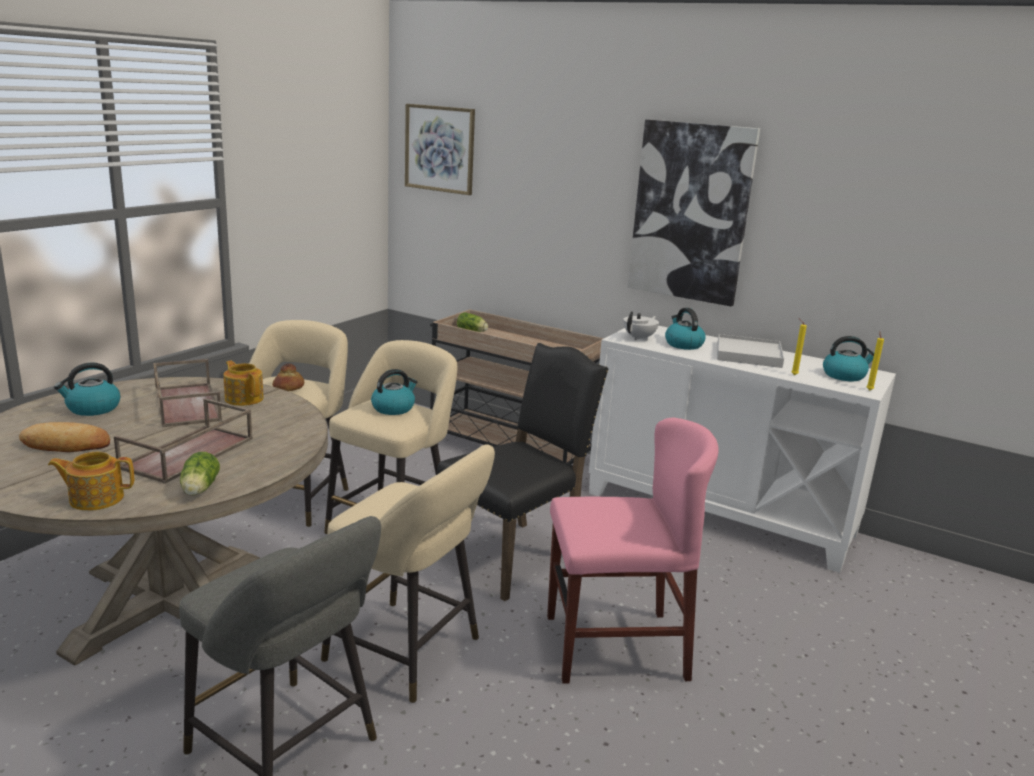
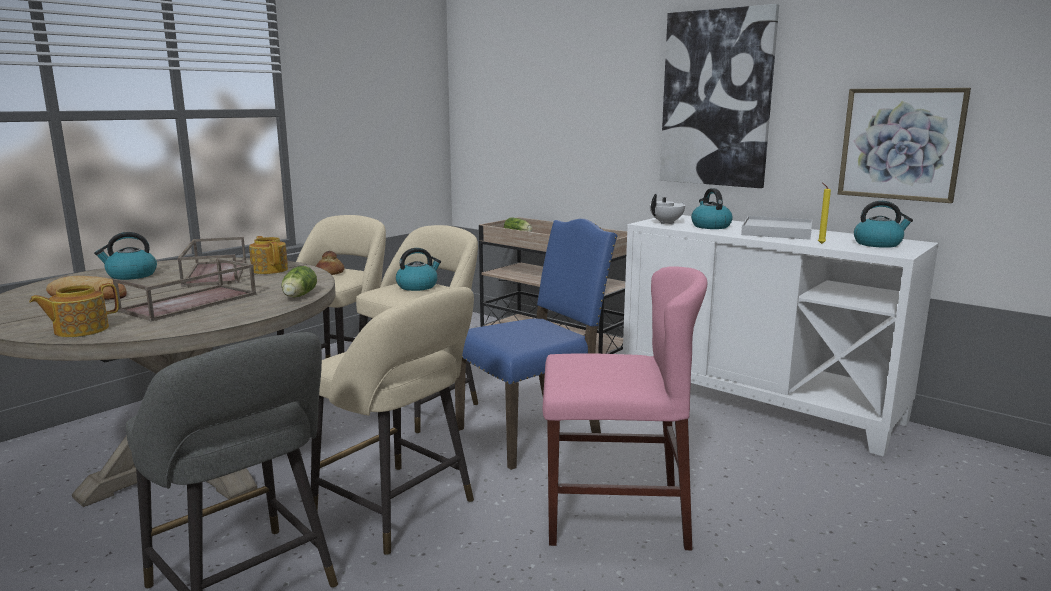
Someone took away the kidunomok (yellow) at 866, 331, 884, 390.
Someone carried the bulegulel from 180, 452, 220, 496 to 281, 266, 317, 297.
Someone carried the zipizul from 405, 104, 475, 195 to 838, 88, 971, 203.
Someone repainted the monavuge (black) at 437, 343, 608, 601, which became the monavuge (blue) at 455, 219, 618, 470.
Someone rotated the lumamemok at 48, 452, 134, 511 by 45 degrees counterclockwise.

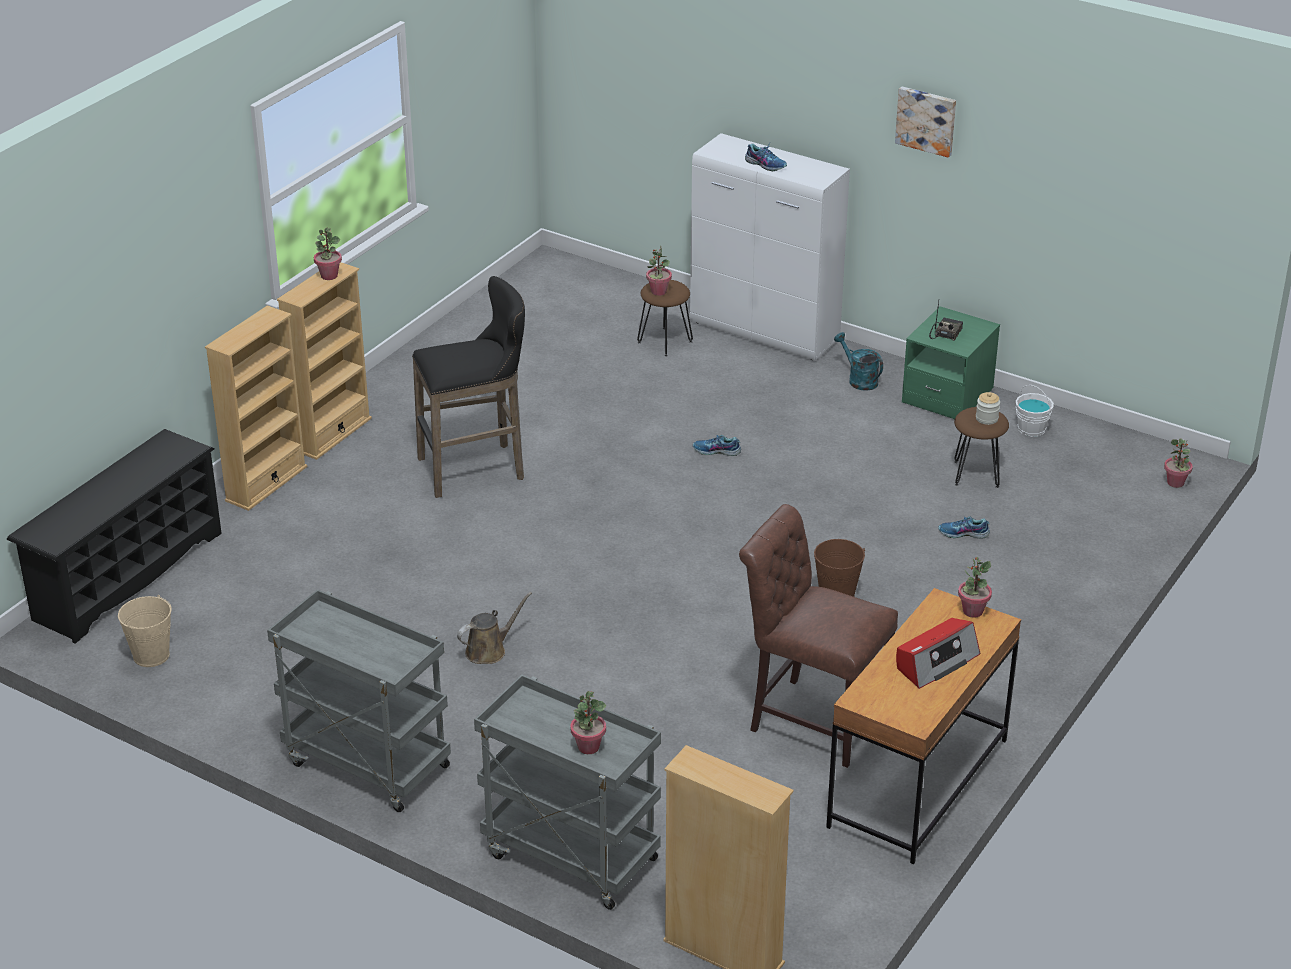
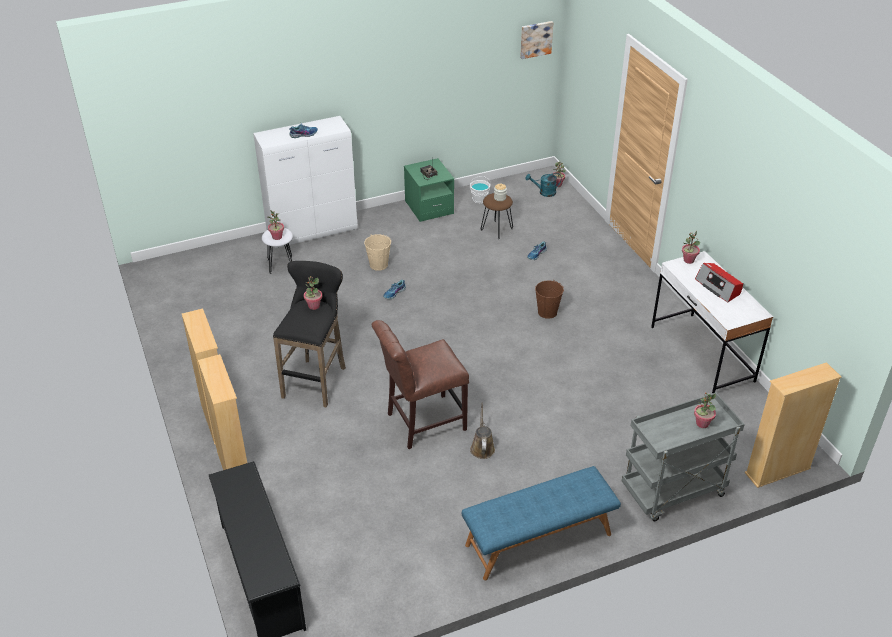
Someone carried the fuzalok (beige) from 118, 595, 172, 667 to 364, 234, 391, 271.
Someone carried the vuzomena from 314, 228, 342, 280 to 304, 276, 322, 310.
Someone carried the monavuge (brown) from 739, 504, 898, 768 to 372, 320, 469, 449.
Someone carried the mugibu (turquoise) from 834, 332, 883, 391 to 525, 173, 561, 197.
Someone carried the zipizul from 895, 87, 956, 158 to 520, 21, 554, 59.
Someone swapped the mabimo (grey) at 267, 589, 451, 812 for the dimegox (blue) at 462, 466, 621, 580.
Someone repainted the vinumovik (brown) at 637, 280, 693, 357, which became the vinumovik (white) at 262, 228, 293, 274.
Someone repainted the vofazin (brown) at 826, 588, 1021, 864, which became the vofazin (white) at 651, 251, 773, 393.
Someone rotated the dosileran at 896, 618, 980, 689 by 150 degrees clockwise.

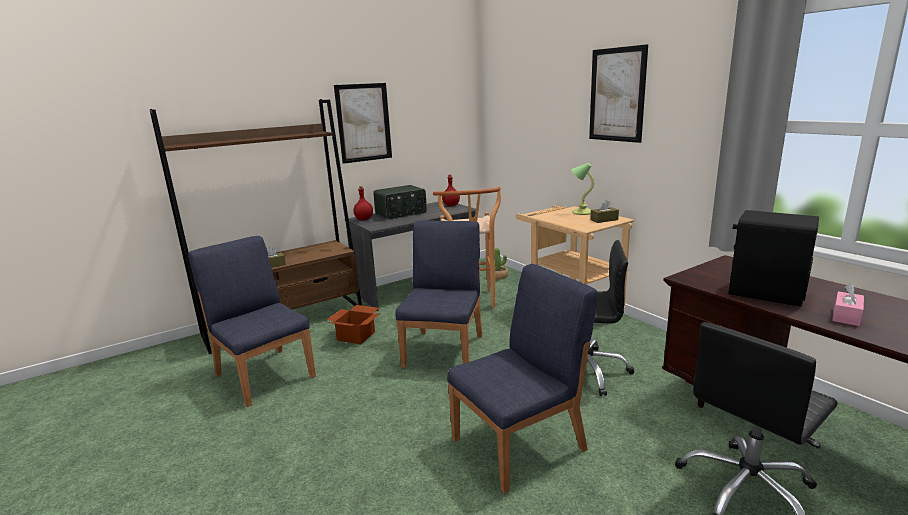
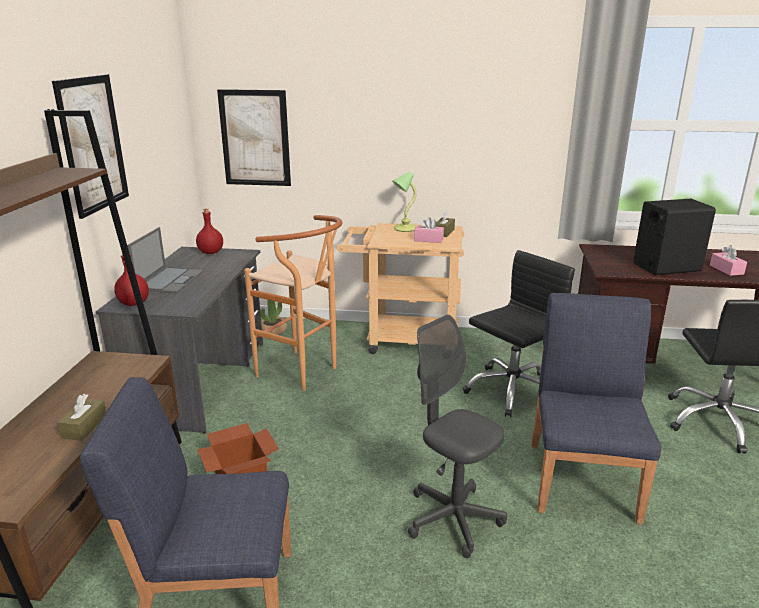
Someone took away the monavuge (blue) at 395, 220, 482, 368.
Someone put down the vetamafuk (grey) at 408, 315, 507, 558.
Someone put down the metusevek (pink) at 414, 217, 444, 243.
Someone carried the zipizul from 589, 44, 648, 143 to 217, 89, 291, 186.
Someone swapped the dosileran at 373, 185, 427, 220 for the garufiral at 127, 227, 204, 293.

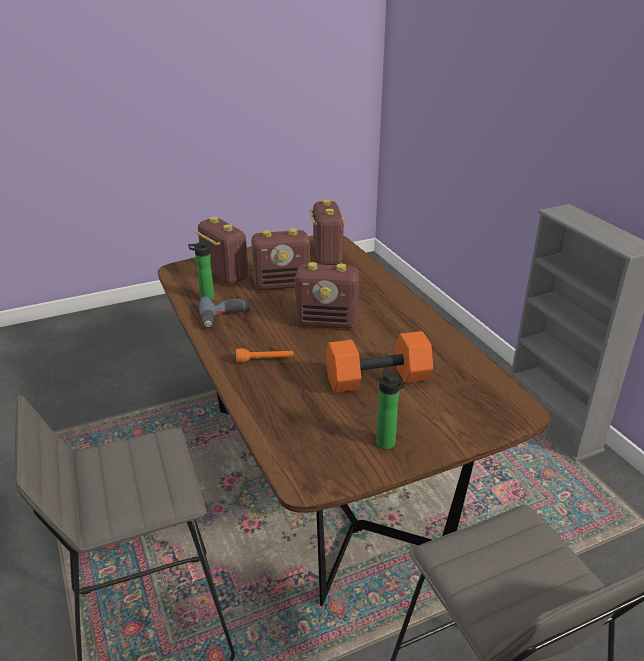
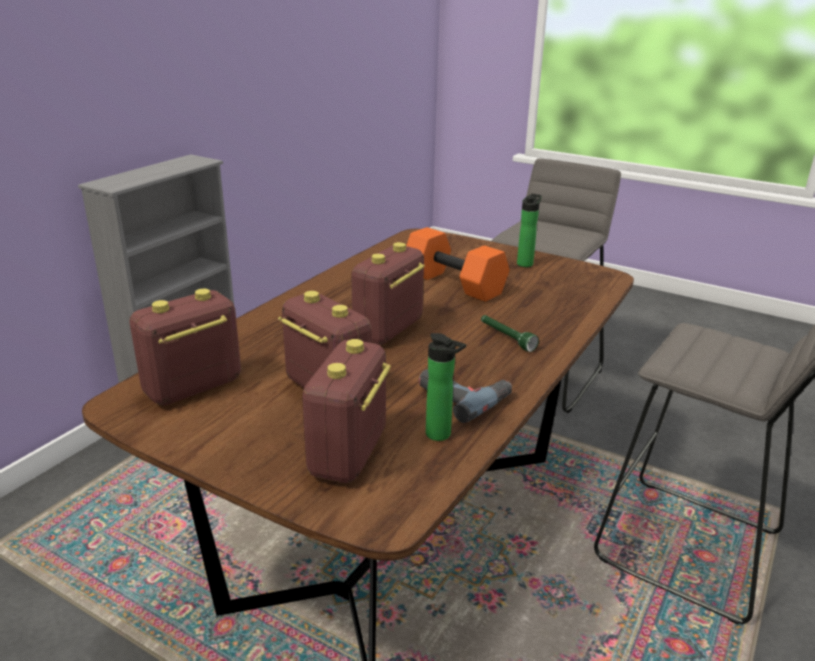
Someone repainted the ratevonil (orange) at 236, 348, 293, 363, which became the ratevonil (green) at 481, 315, 539, 352.
Someone rotated the dosileran at 295, 262, 359, 328 by 120 degrees counterclockwise.

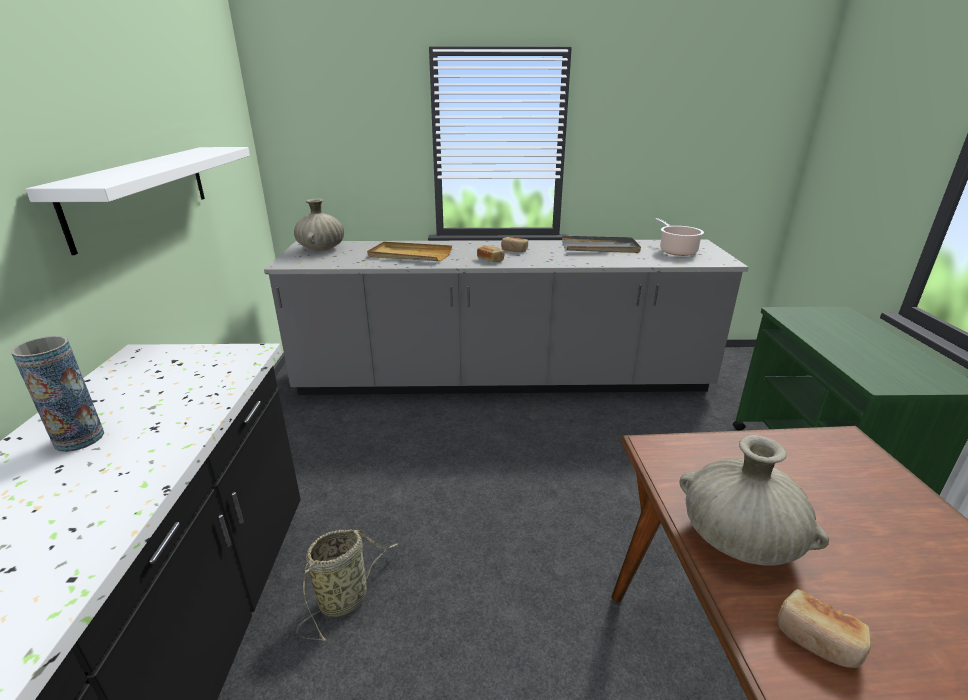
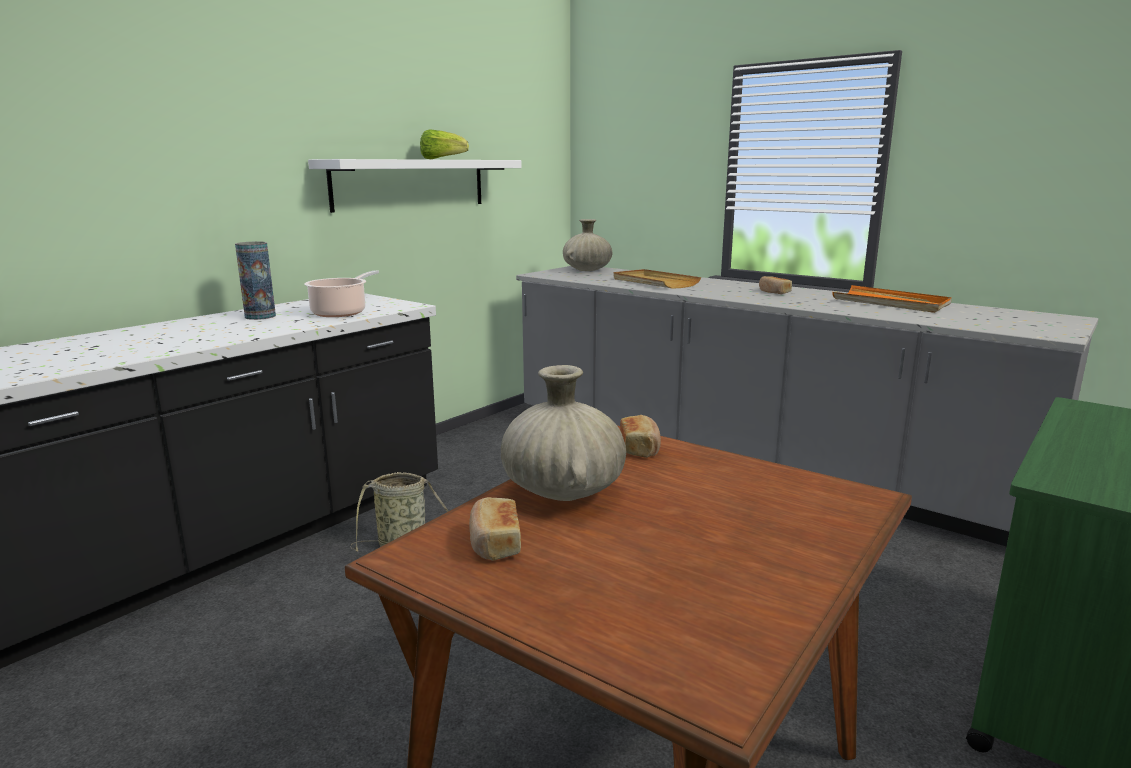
Someone put down the bulegulel at 420, 129, 469, 159.
Someone carried the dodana from 477, 245, 504, 262 to 620, 415, 661, 458.
Someone carried the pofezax from 655, 218, 704, 256 to 304, 270, 379, 317.
Someone repainted the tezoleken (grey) at 562, 236, 641, 253, which became the tezoleken (orange) at 832, 285, 952, 313.

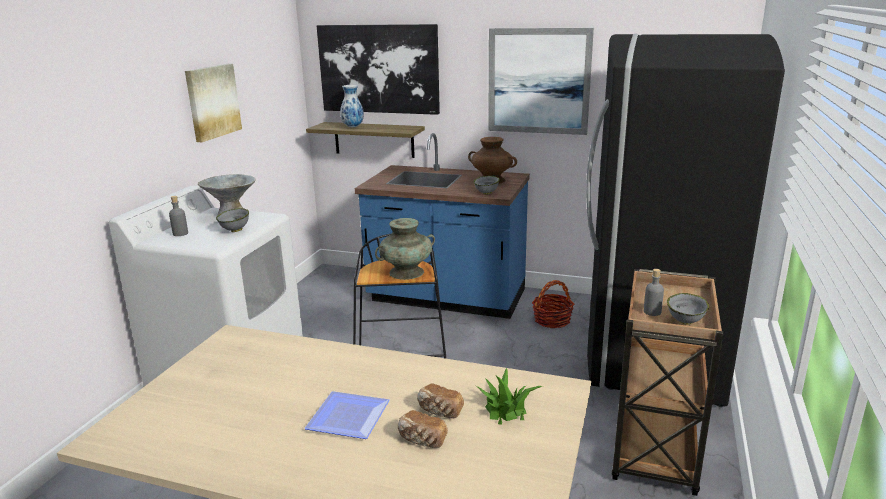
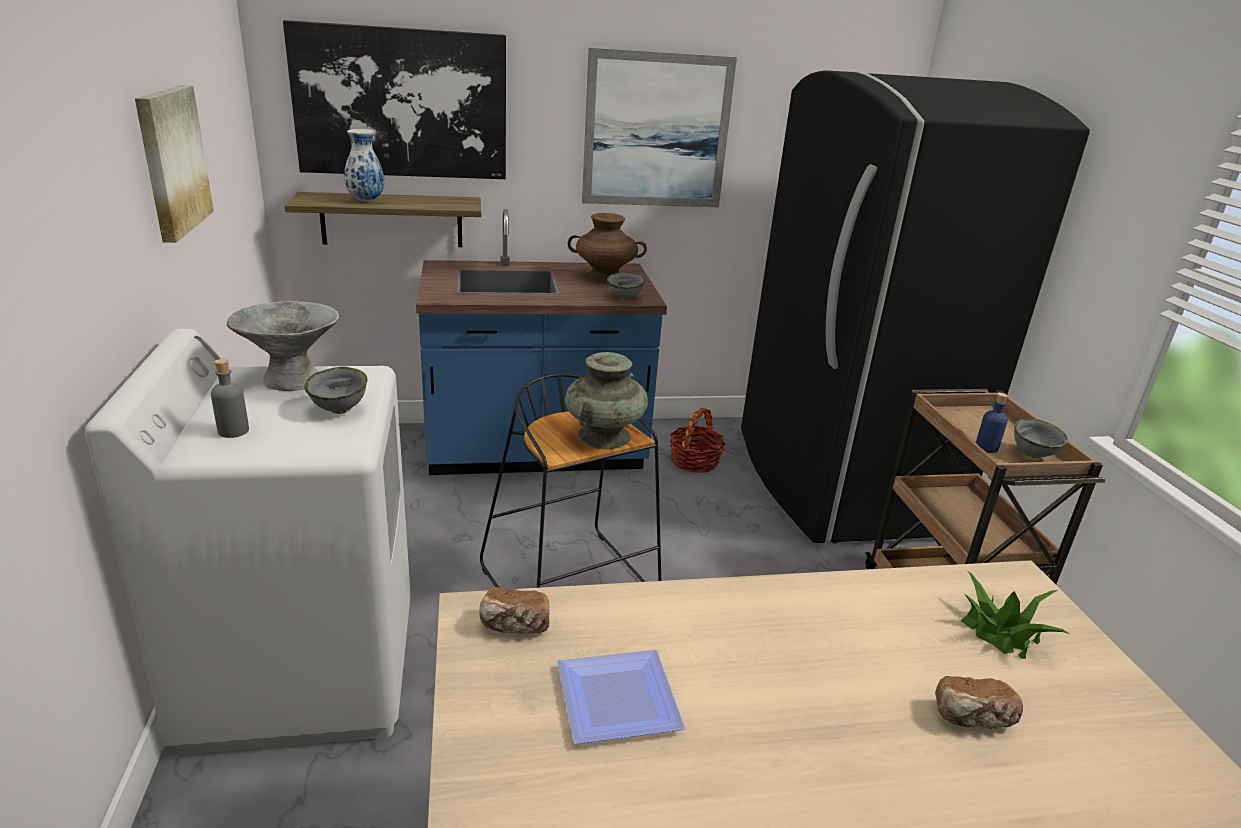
Someone carried the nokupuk from 304, 391, 390, 439 to 557, 649, 685, 744.
Someone carried the dodana from 417, 384, 464, 418 to 480, 587, 550, 635.
Someone repainted the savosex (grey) at 644, 269, 664, 316, which became the savosex (blue) at 976, 393, 1008, 453.

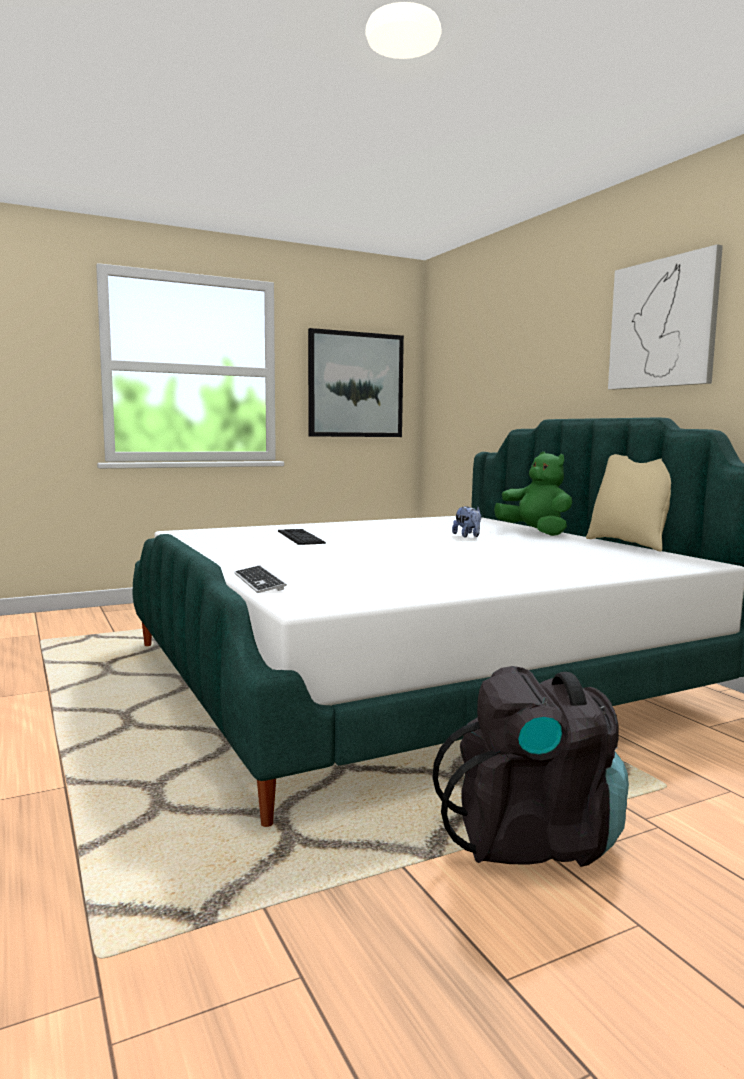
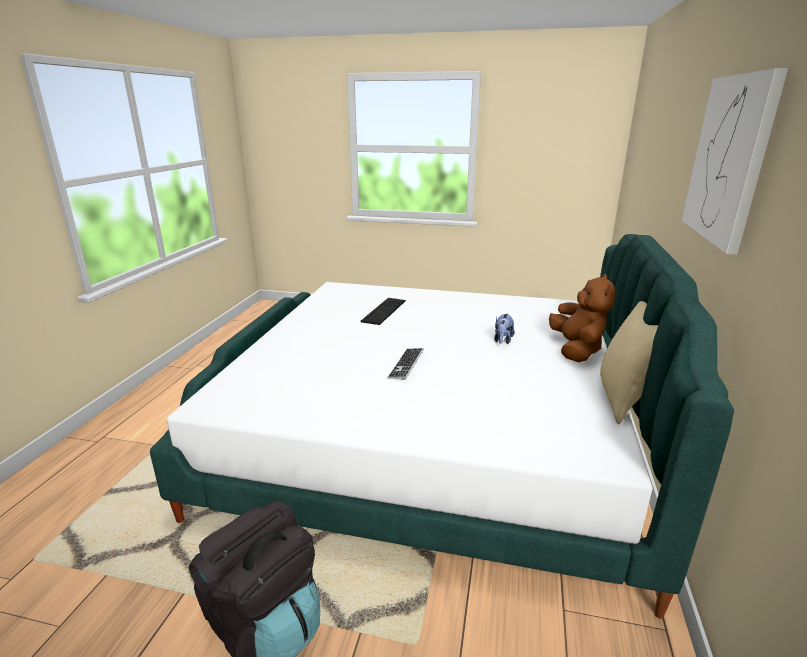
Someone took away the zipizul at 308, 328, 404, 437.
Someone carried the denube from 234, 566, 287, 593 to 387, 348, 424, 380.
Someone repainted the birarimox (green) at 494, 452, 572, 536, which became the birarimox (brown) at 549, 274, 615, 362.

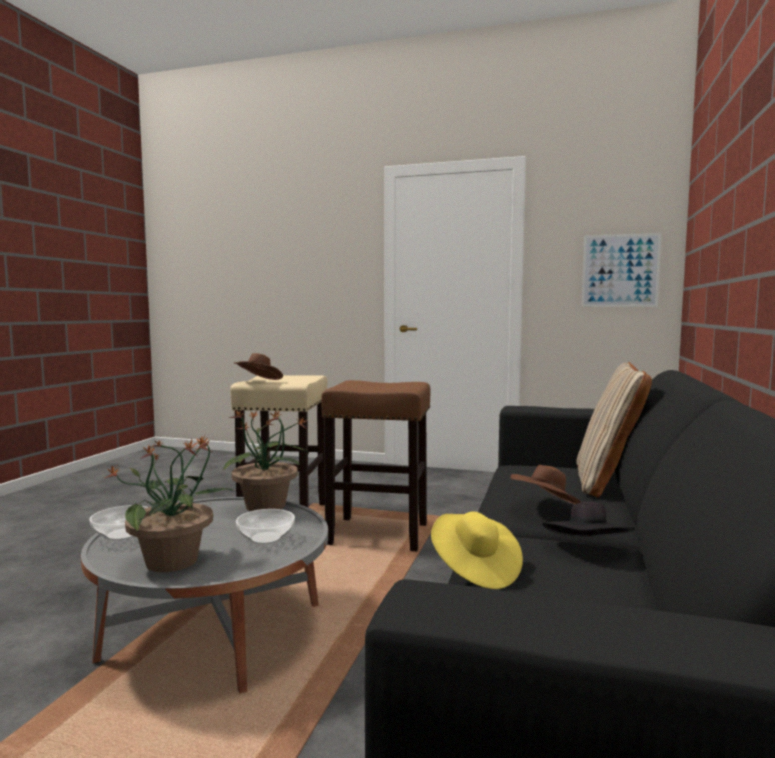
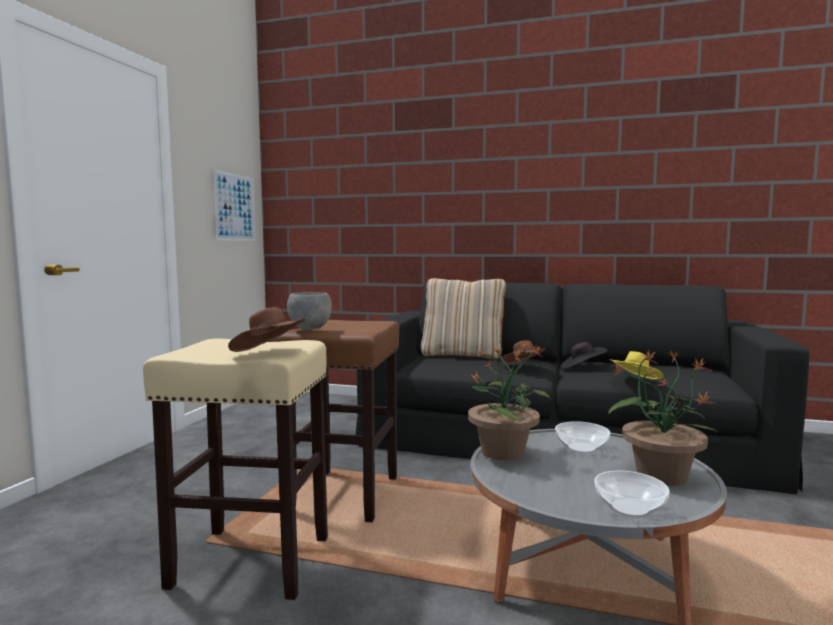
Someone put down the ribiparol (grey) at 287, 292, 332, 330.

